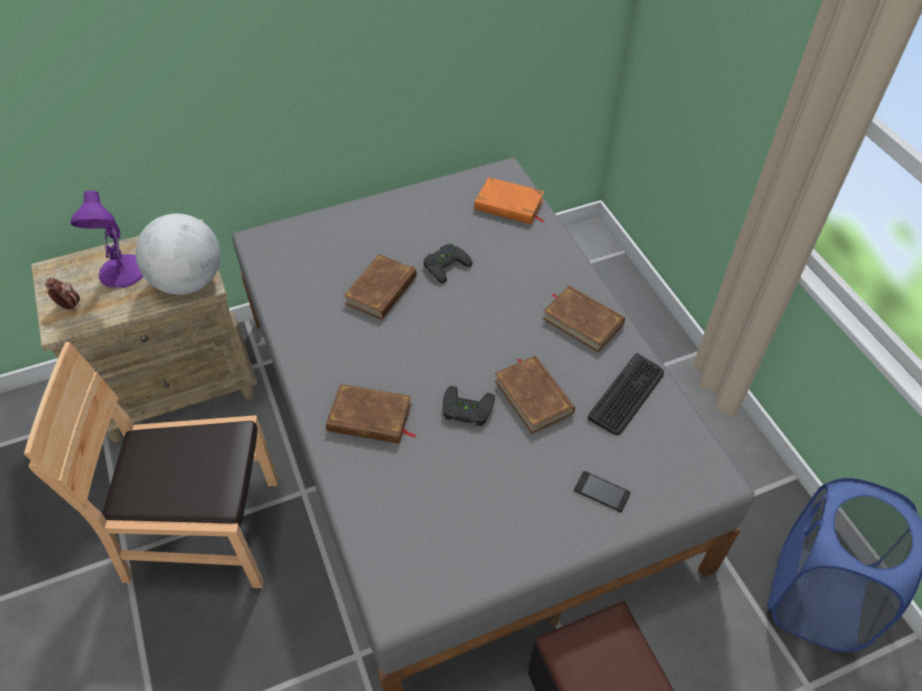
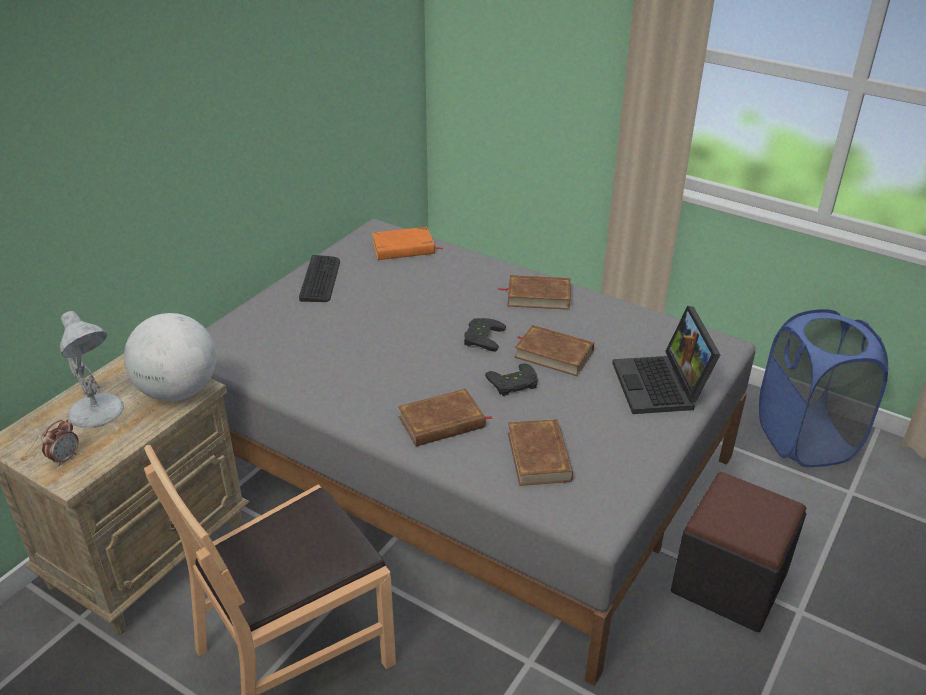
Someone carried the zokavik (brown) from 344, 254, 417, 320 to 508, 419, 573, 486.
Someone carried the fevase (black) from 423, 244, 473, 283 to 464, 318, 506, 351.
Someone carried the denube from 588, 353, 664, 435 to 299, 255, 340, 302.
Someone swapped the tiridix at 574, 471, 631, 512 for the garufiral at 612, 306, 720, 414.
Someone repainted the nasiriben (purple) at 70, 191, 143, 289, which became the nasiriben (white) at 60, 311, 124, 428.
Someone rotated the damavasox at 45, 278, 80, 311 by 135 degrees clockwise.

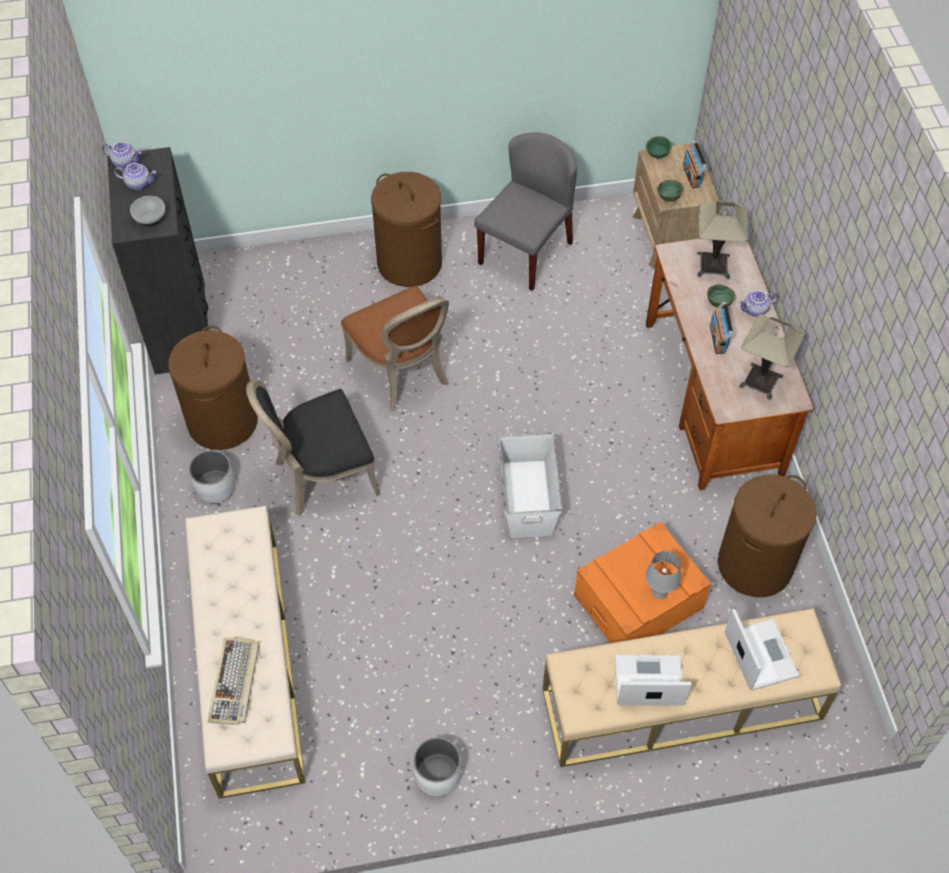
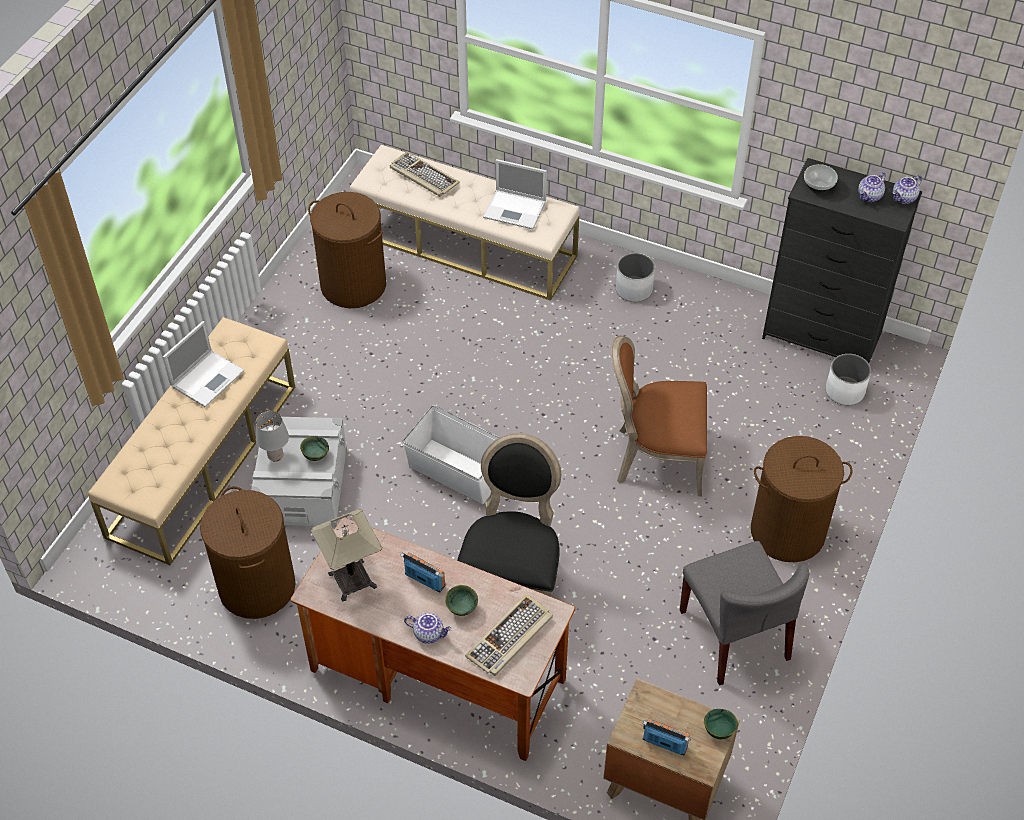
Someone carried the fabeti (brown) from 168, 326, 258, 450 to 308, 192, 386, 308.
Someone carried the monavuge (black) from 246, 381, 380, 516 to 457, 433, 561, 597.
Someone carried the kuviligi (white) from 413, 737, 461, 797 to 826, 354, 871, 405.
Someone carried the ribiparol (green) from 657, 180, 683, 202 to 300, 436, 329, 461.
Someone carried the garufiral from 725, 609, 800, 690 to 483, 159, 547, 229.
Someone swapped the nasiriben at 697, 201, 748, 279 for the denube at 465, 594, 553, 676.
Someone repainted the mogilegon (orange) at 574, 521, 712, 643, which became the mogilegon (grey) at 251, 417, 347, 528.
Someone rotated the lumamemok at 738, 291, 778, 317 by 90 degrees clockwise.

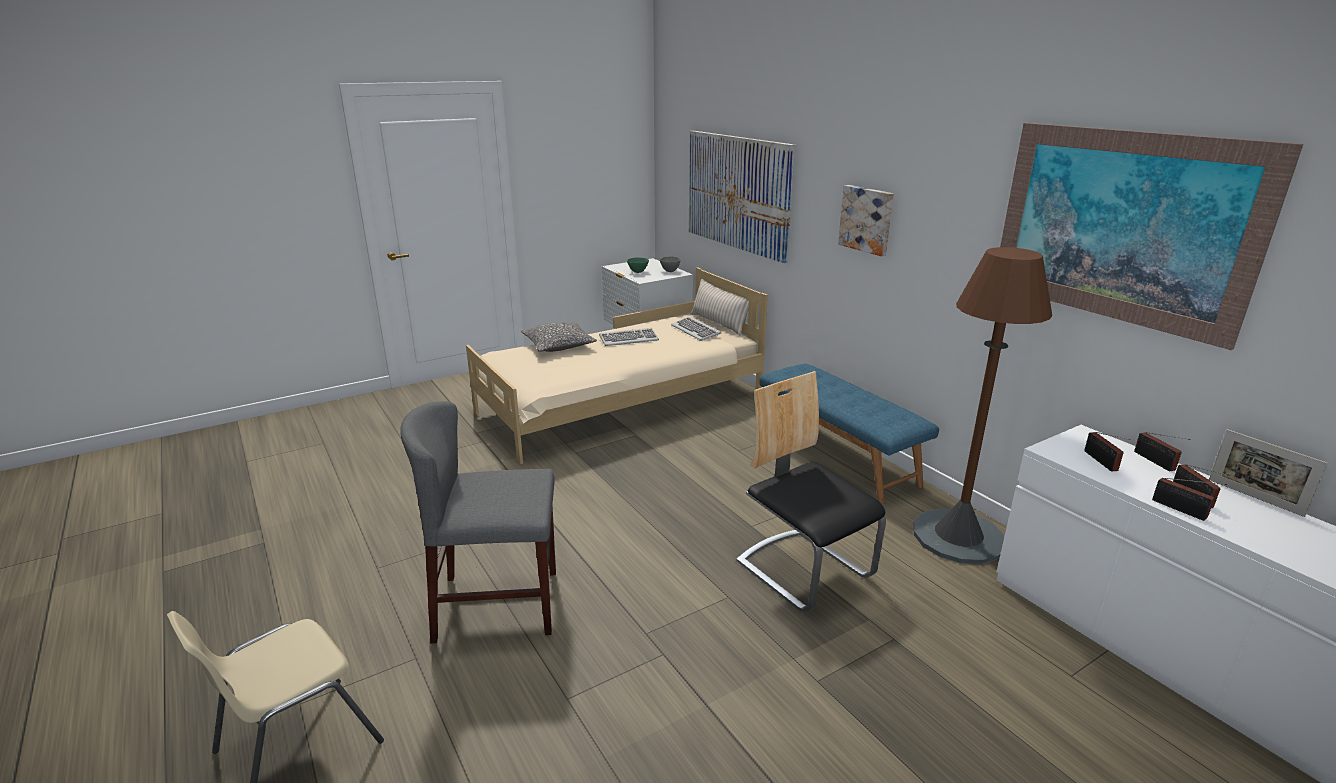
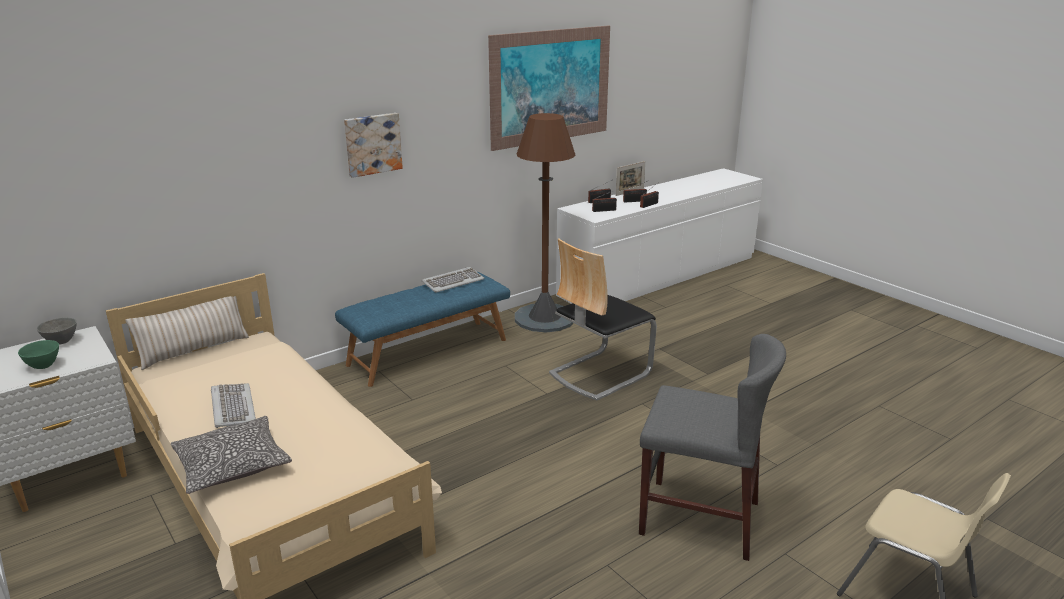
Someone took away the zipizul at 689, 131, 795, 263.
Someone carried the denube from 671, 317, 721, 341 to 422, 267, 484, 293.
Someone rotated the monavuge (grey) at 400, 401, 556, 643 by 60 degrees counterclockwise.

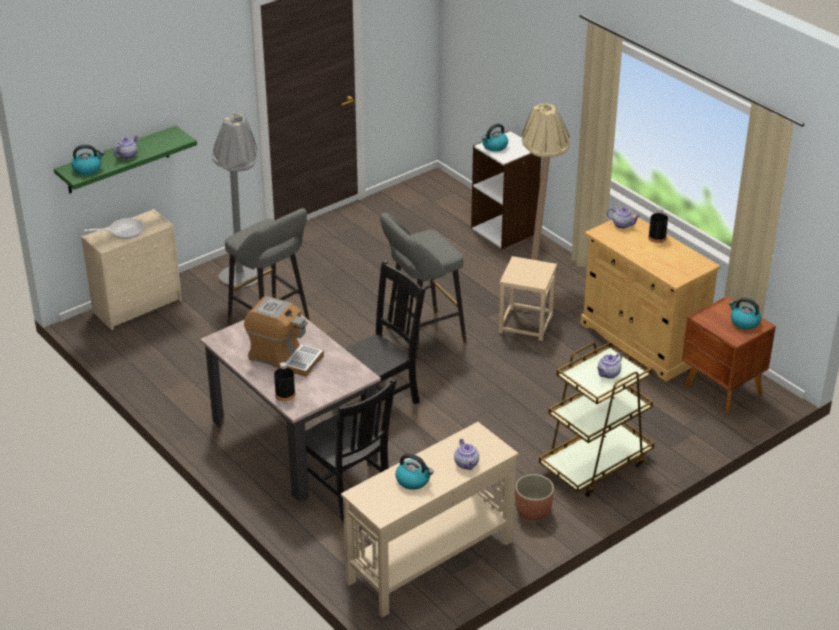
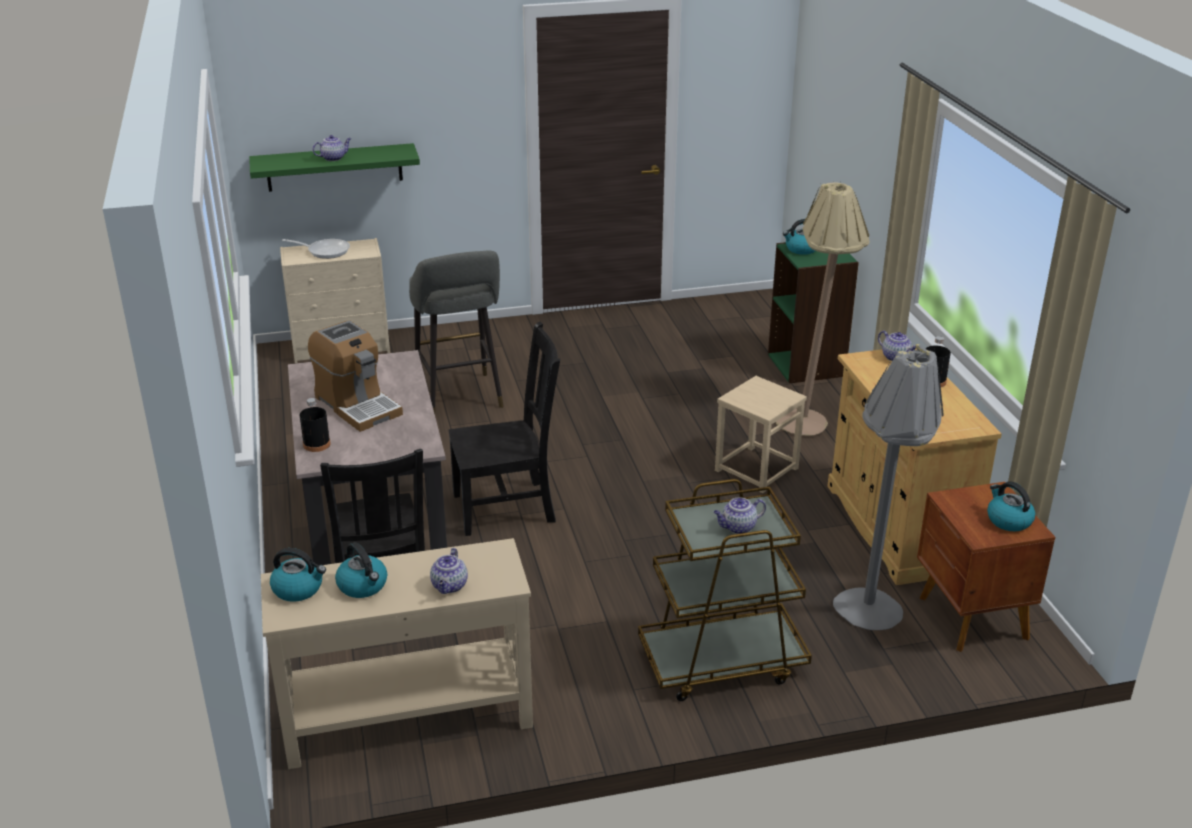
Someone took away the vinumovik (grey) at 380, 212, 467, 360.
Someone took away the kuviligi at 515, 474, 554, 521.
Someone carried the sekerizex from 71, 144, 104, 175 to 270, 548, 326, 602.
Someone carried the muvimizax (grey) from 212, 112, 258, 287 to 833, 344, 944, 630.
Someone repainted the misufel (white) at 471, 130, 541, 249, which became the misufel (green) at 768, 242, 859, 384.

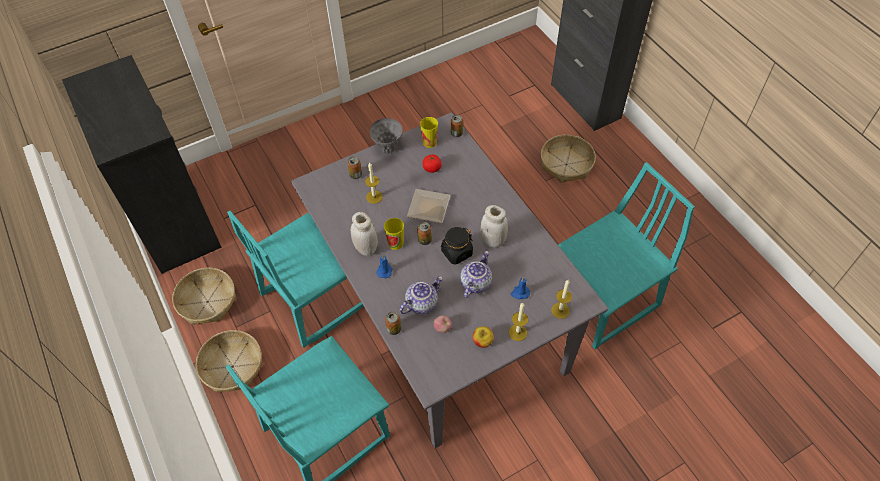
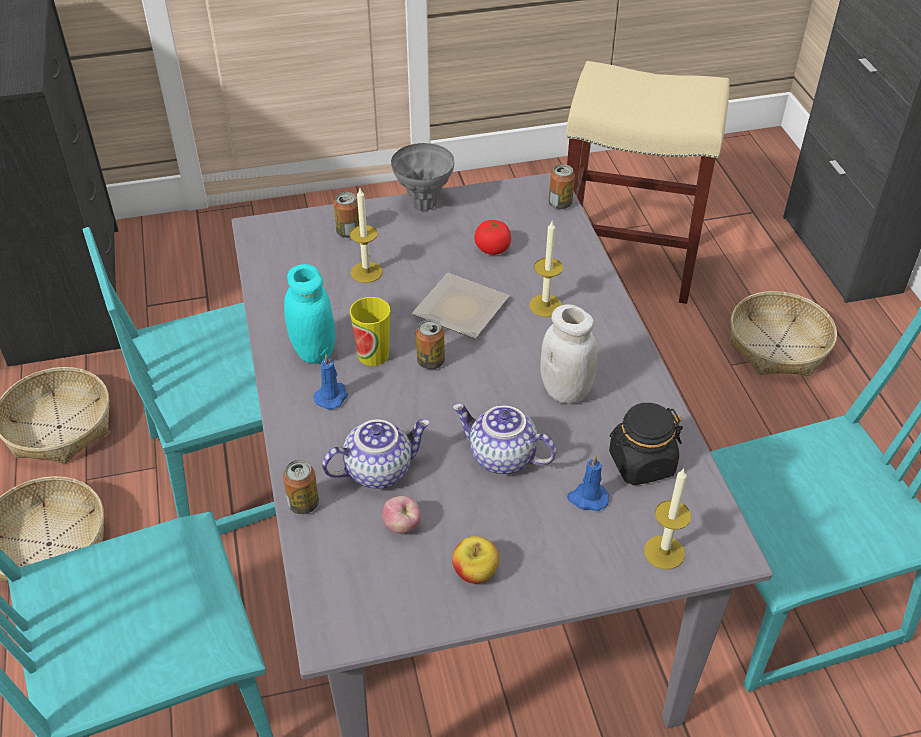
Someone took away the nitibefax at 420, 117, 438, 148.
Someone put down the vinumovik (beige) at 566, 61, 730, 304.
Someone carried the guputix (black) from 441, 227, 473, 265 to 609, 403, 683, 485.
Someone carried the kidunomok from 509, 303, 528, 341 to 529, 221, 563, 317.
Someone repainted the guputix (white) at 351, 212, 378, 256, which became the guputix (turquoise) at 284, 264, 335, 364.
Someone rotated the lumamemok at 460, 251, 492, 298 by 105 degrees counterclockwise.

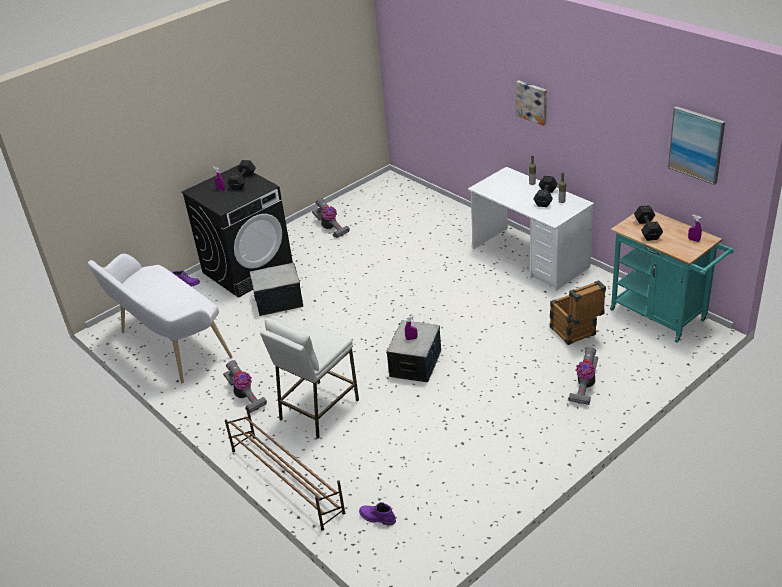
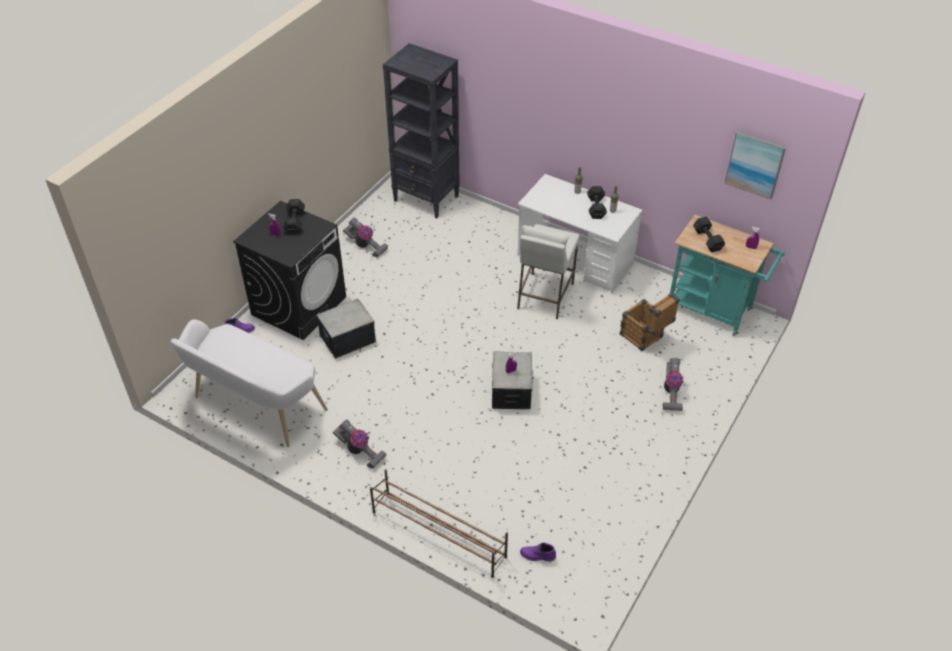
Someone took away the zipizul at 515, 80, 547, 126.
Someone put down the misufel (black) at 383, 43, 460, 218.
Someone carried the vinumovik (white) from 260, 318, 359, 439 to 517, 224, 580, 319.

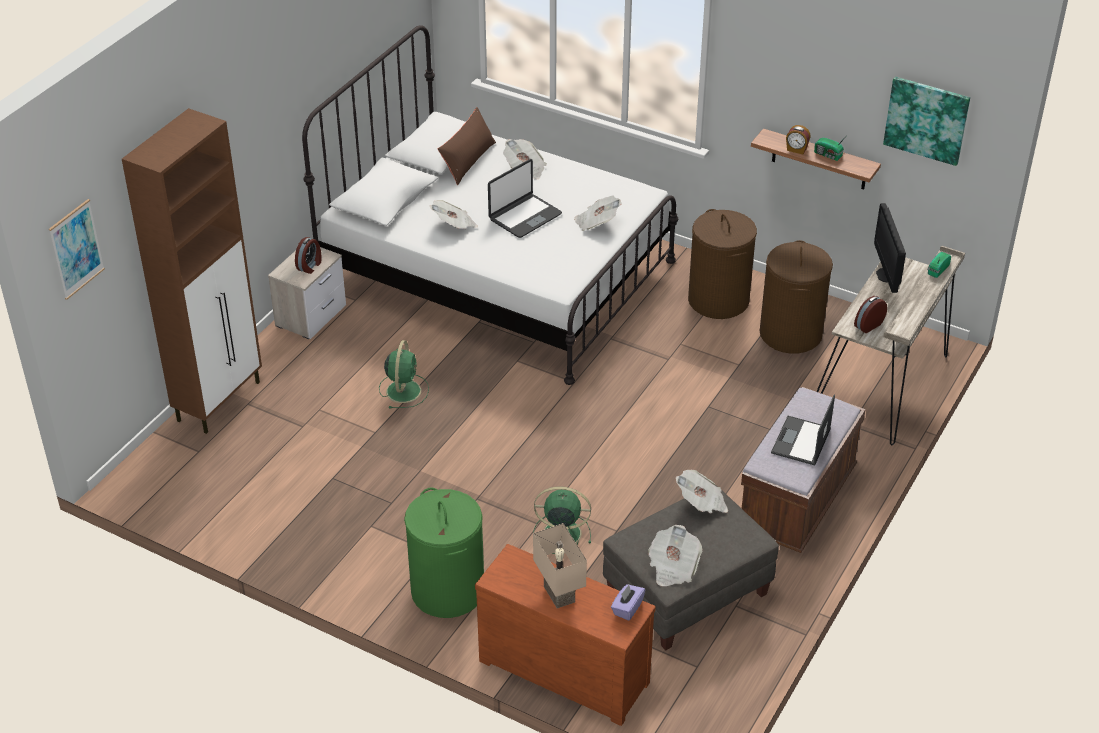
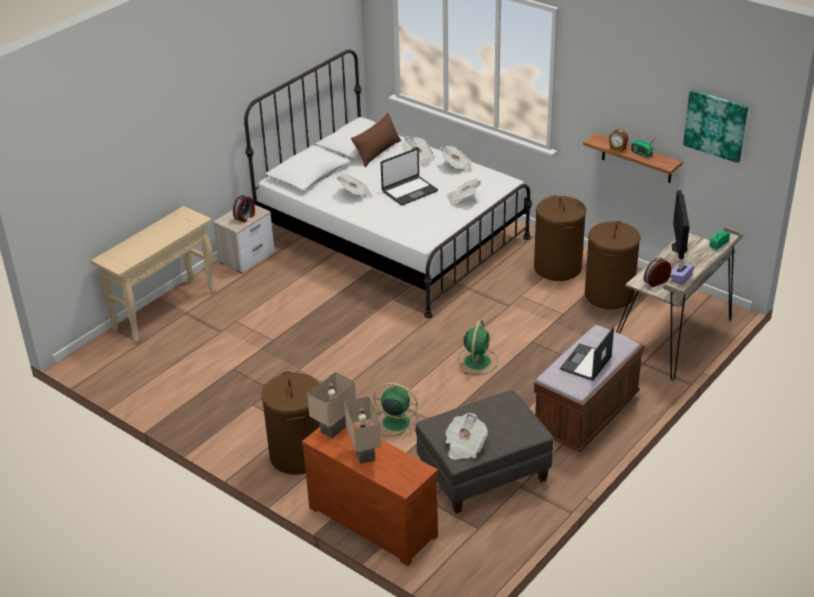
Someone took away the zipizul at 49, 199, 105, 300.
Someone put down the nasiriben (beige) at 307, 372, 356, 438.
Someone carried the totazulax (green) from 379, 340, 429, 409 to 458, 320, 498, 375.
Someone carried the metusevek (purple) from 611, 584, 645, 621 to 670, 260, 695, 285.
Someone carried the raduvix from 676, 470, 728, 513 to 440, 146, 472, 171.
Someone swapped the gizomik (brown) at 122, 108, 262, 434 for the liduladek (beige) at 91, 206, 216, 343.
Someone repainted the fabeti (green) at 404, 488, 484, 618, which became the fabeti (brown) at 261, 371, 320, 475.

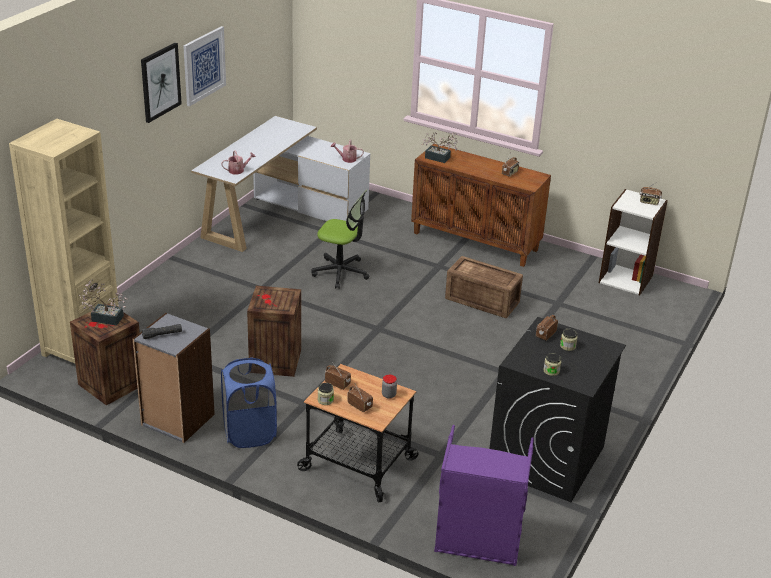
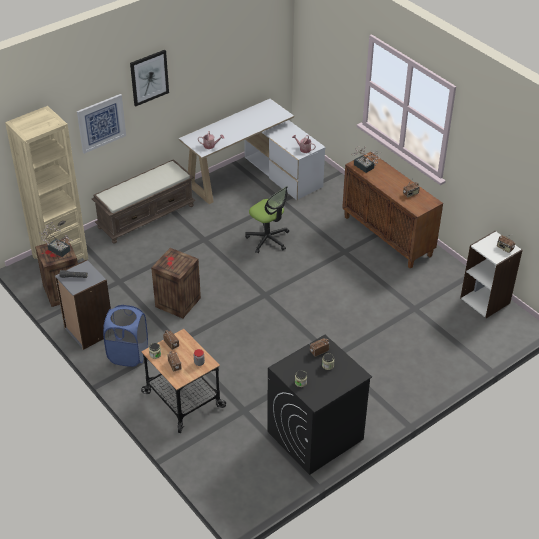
Someone took away the fabeti (purple) at 434, 425, 534, 566.
Someone took away the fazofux at 445, 256, 523, 318.
Someone put down the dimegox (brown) at 92, 159, 195, 244.
Someone carried the zipizul from 183, 26, 226, 106 to 77, 94, 126, 154.

